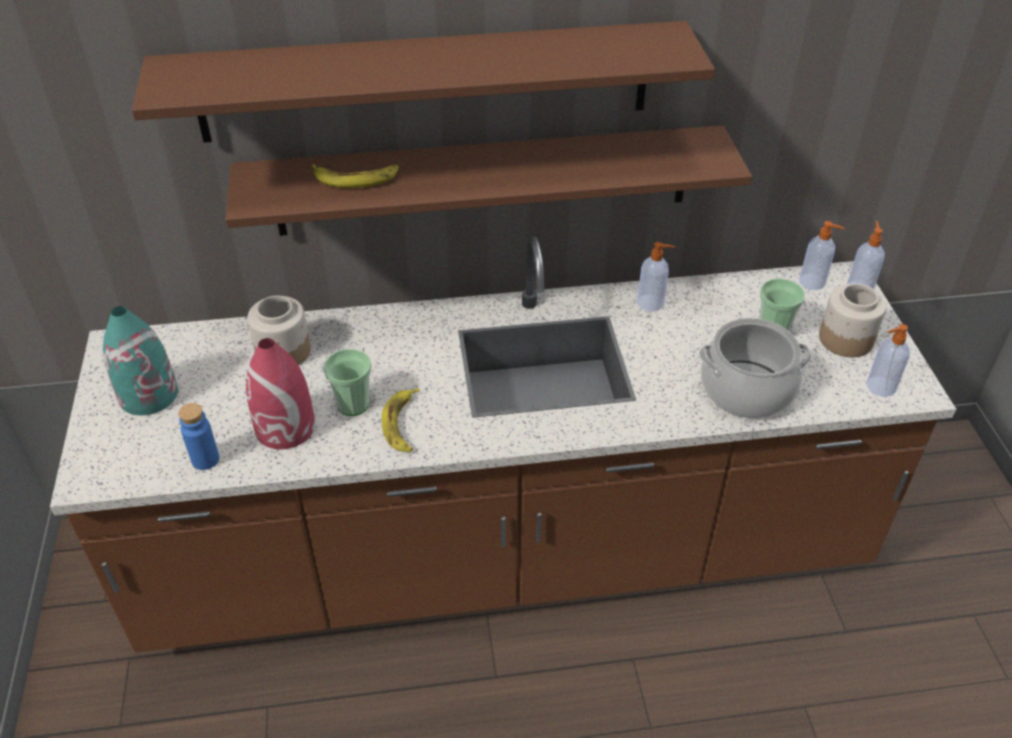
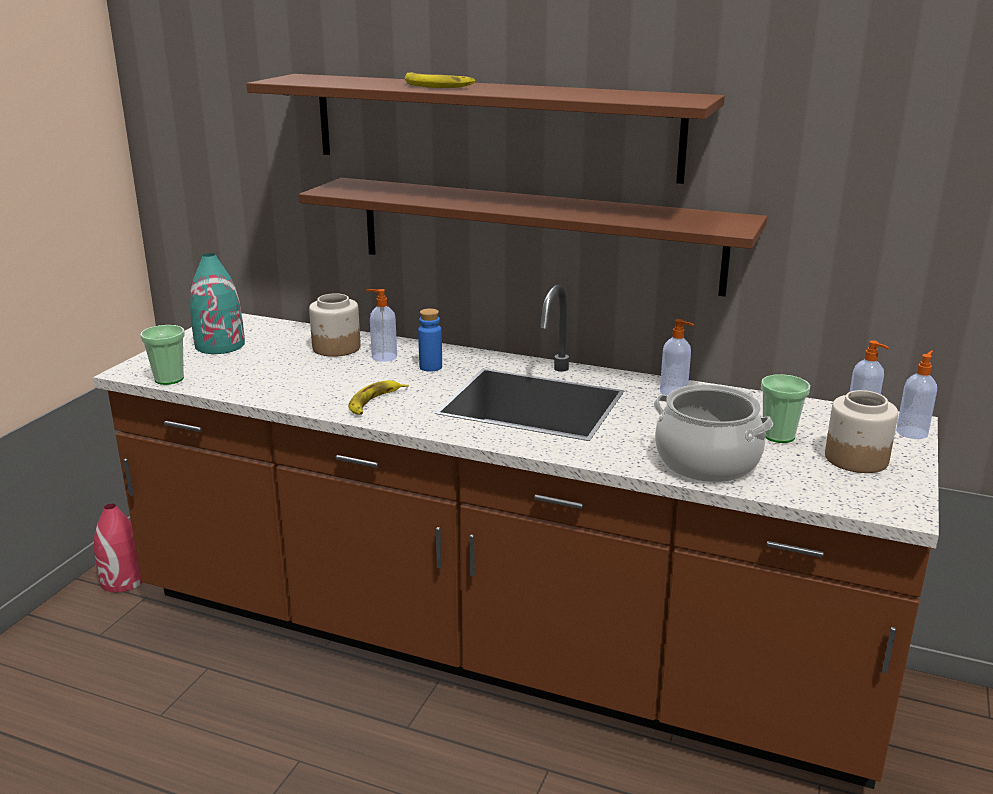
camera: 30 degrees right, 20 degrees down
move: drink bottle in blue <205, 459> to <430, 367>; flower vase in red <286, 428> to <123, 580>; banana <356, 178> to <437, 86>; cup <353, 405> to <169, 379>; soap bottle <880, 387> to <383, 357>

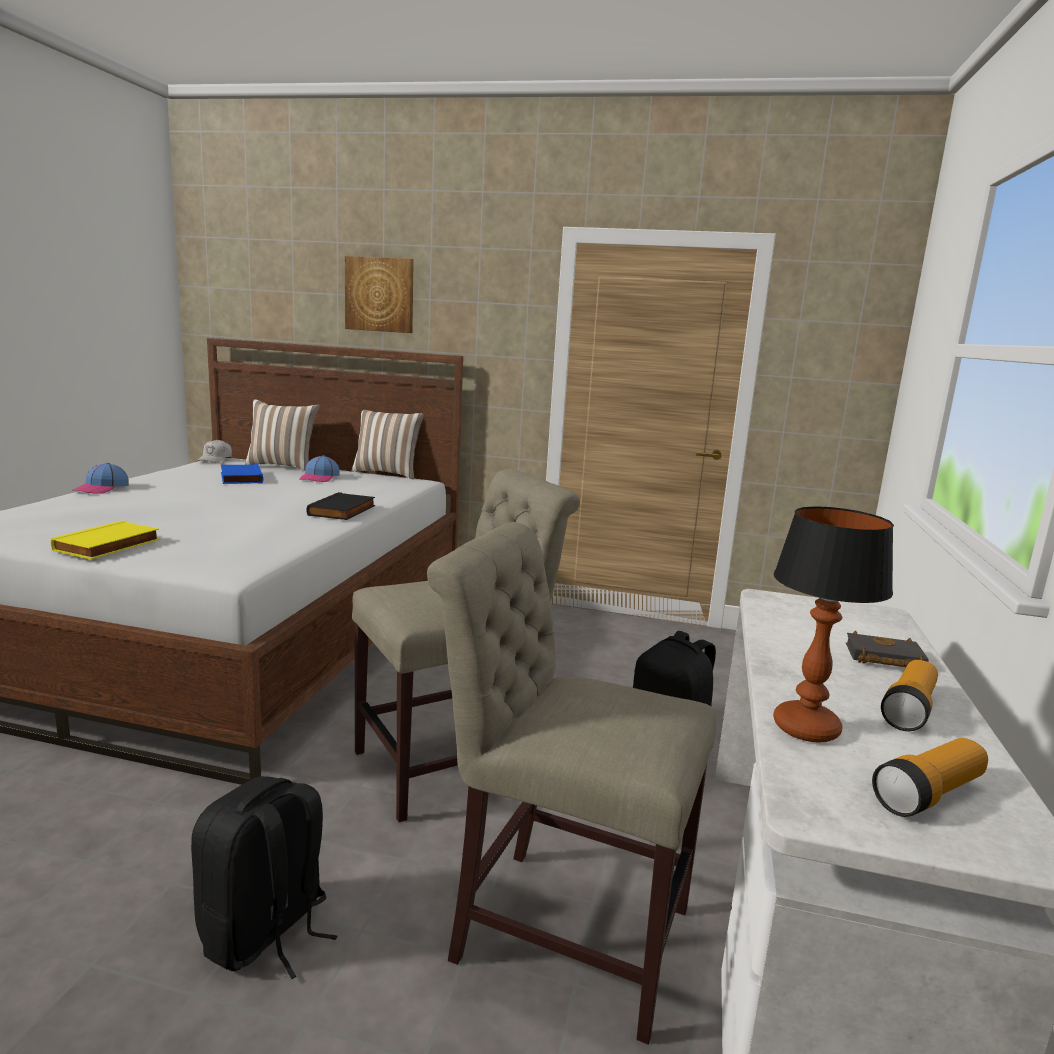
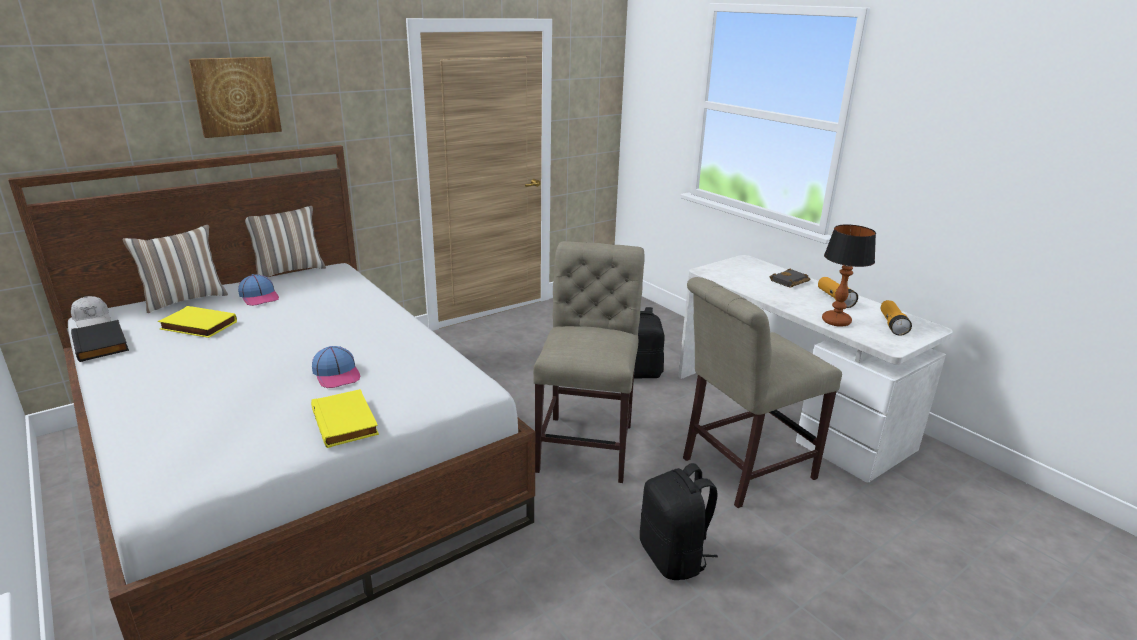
camera: 50 degrees left, 10 degrees up
move: baseball cap <101, 488> to <337, 374>; volume in black <343, 511> to <102, 344>
recolor: volume in blue <240, 478> to volume in yellowish <197, 326>

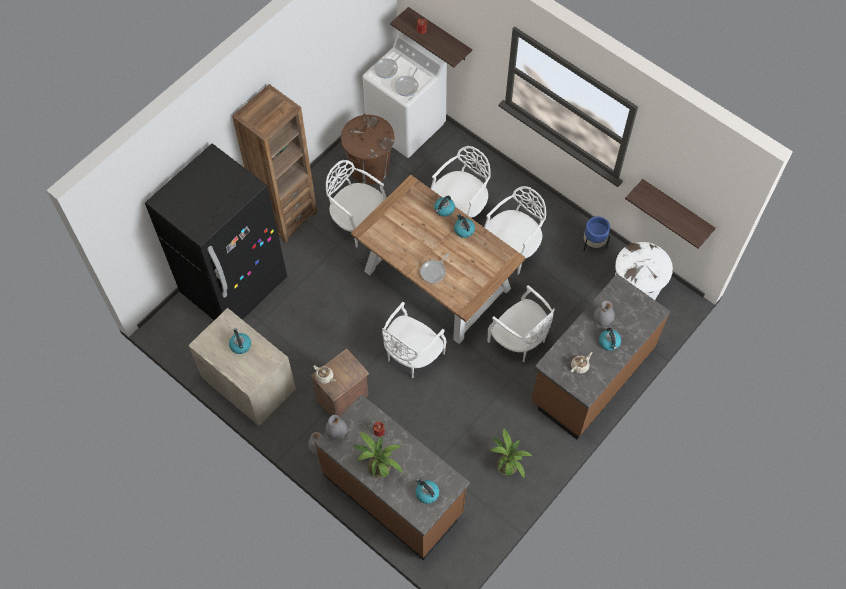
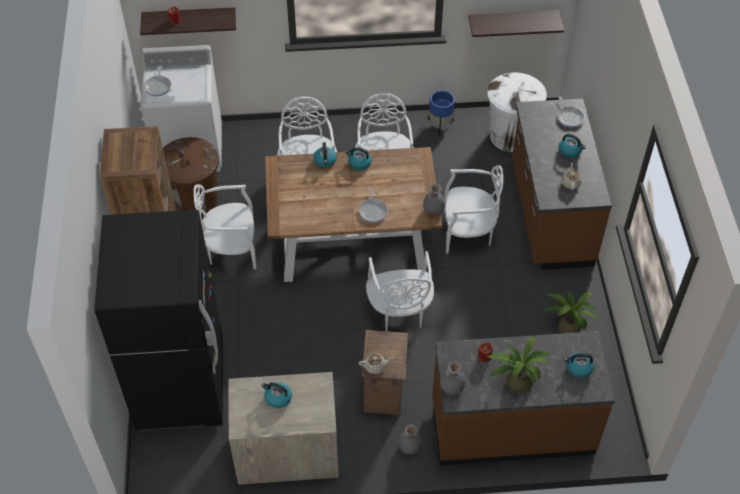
camera: 45 degrees left, 10 degrees down
move: skillet <407, 86> to <569, 117>; flower vase in greyish <602, 319> to <433, 210>

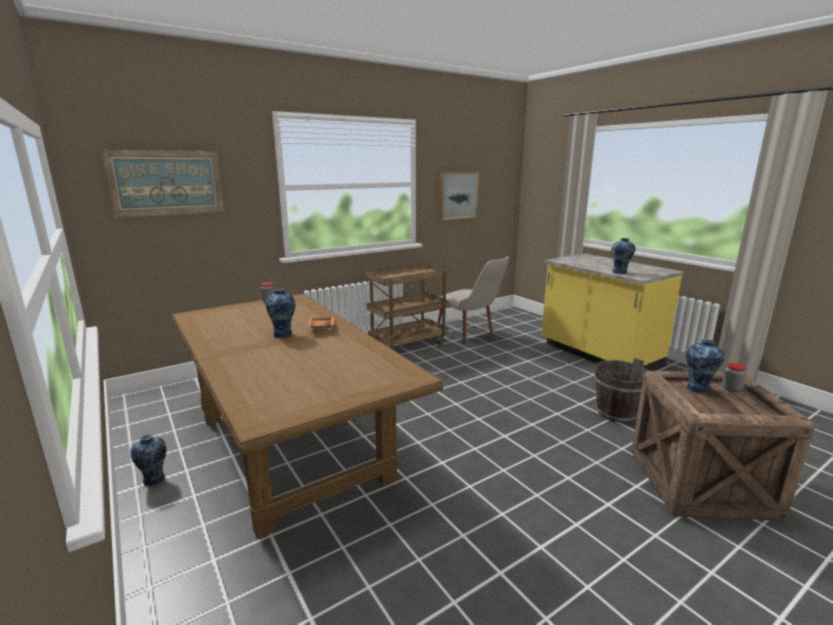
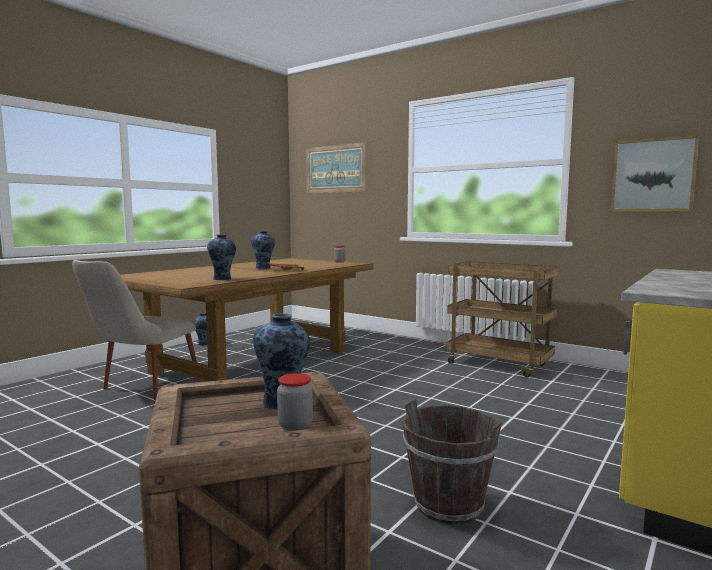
camera: 70 degrees right, 10 degrees down
move: plain chair in beige <471, 336> to <140, 389>; flower vase <620, 273> to <222, 279>

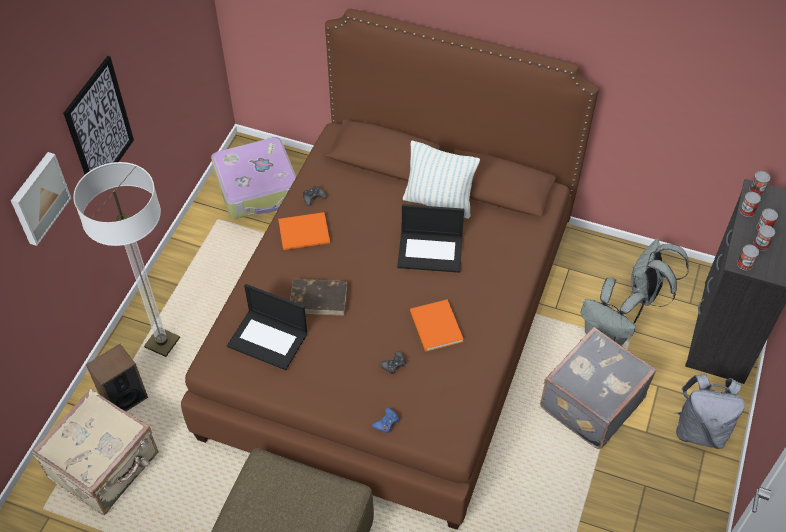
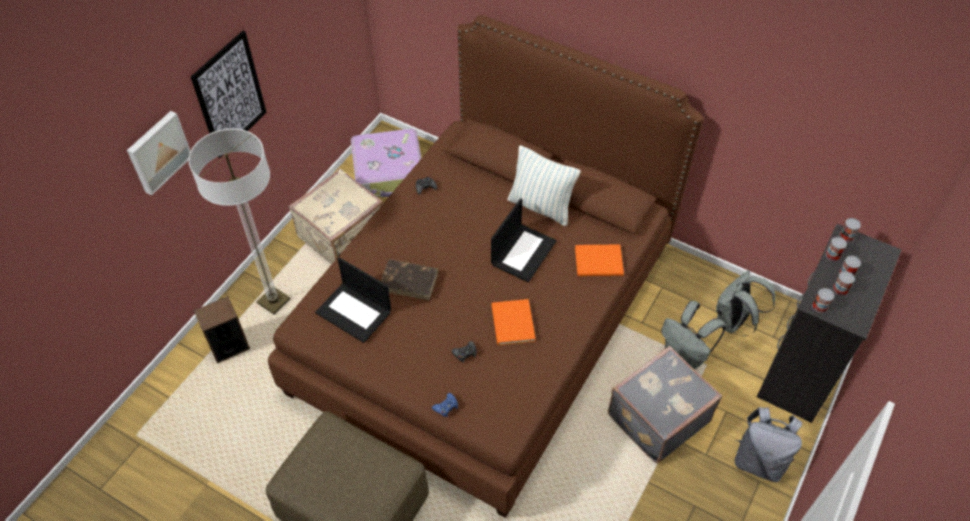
camera: 10 degrees right, 0 degrees up
move: piece of luggage in beige <106, 466> to <343, 234>; volume in orangey <305, 233> to <600, 262>
rotate: notebook computer <431, 251> = <523, 252> 75 degrees counterclockwise

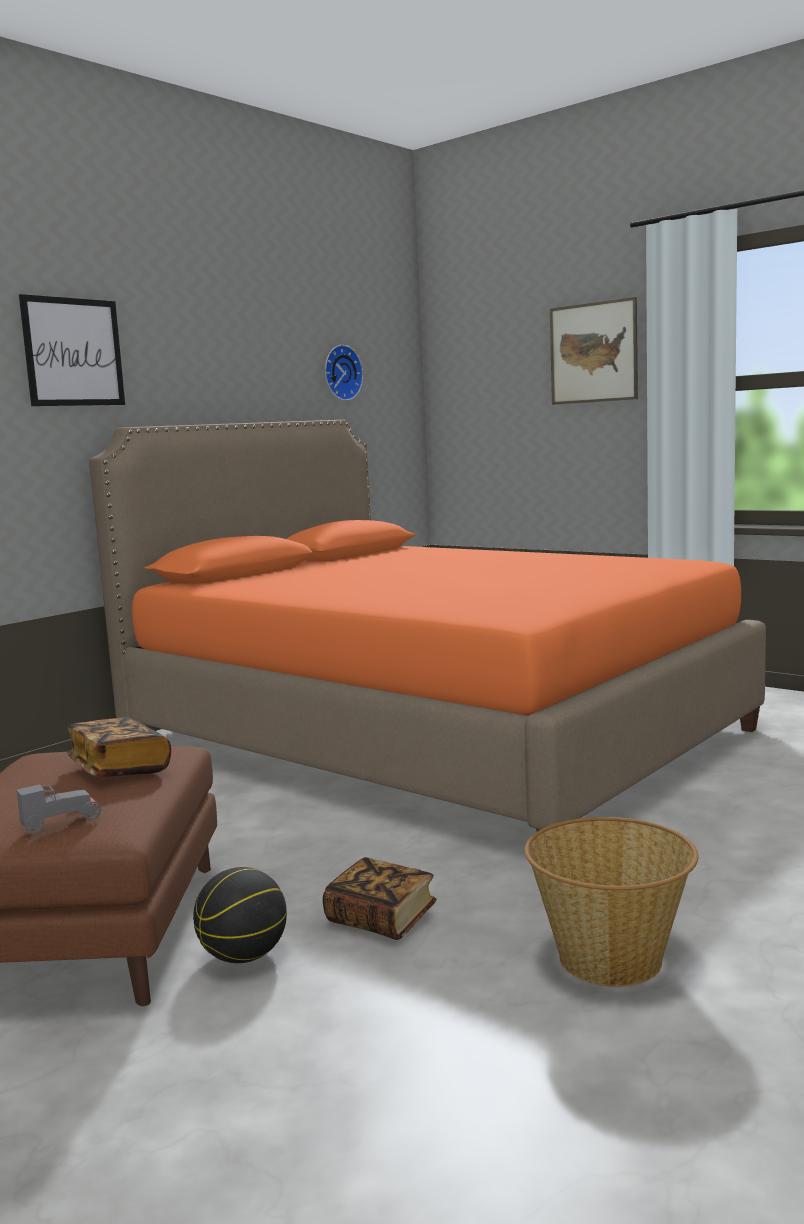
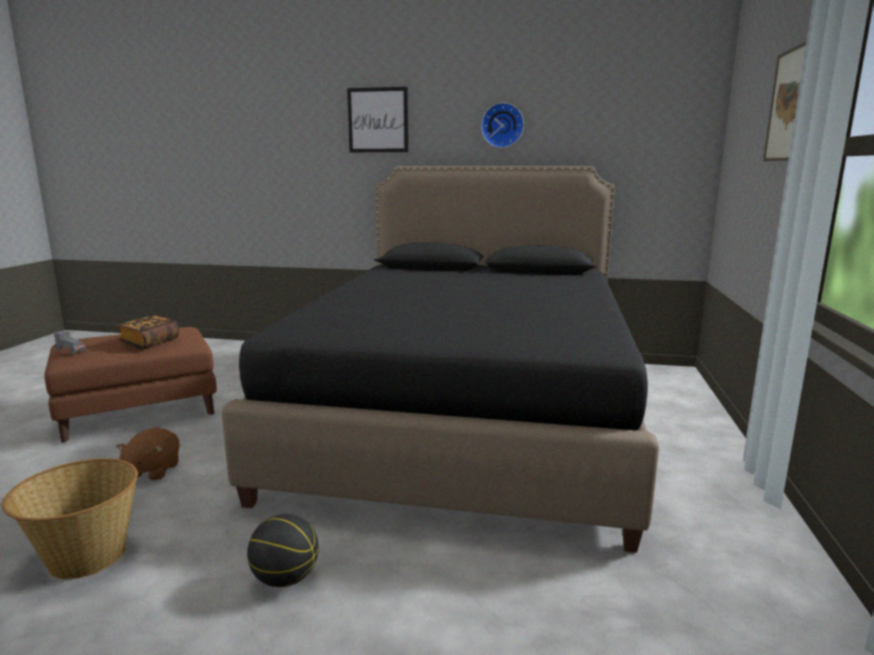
camera: 60 degrees right, 5 degrees up
move: basketball <244, 956> to <285, 579>; clock on the wall <340, 373> to <502, 125>
replace: volume <381, 919> to plush toy in brown-coloured <152, 471>
recolor: bedroom bed in orangey <431, 737> to bedroom bed in black <466, 415>

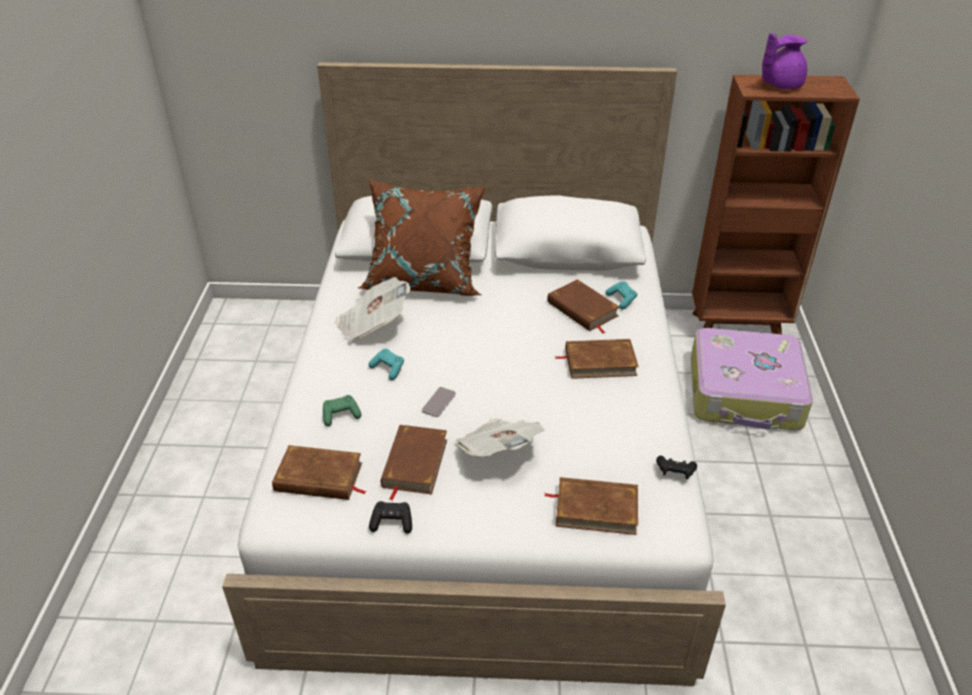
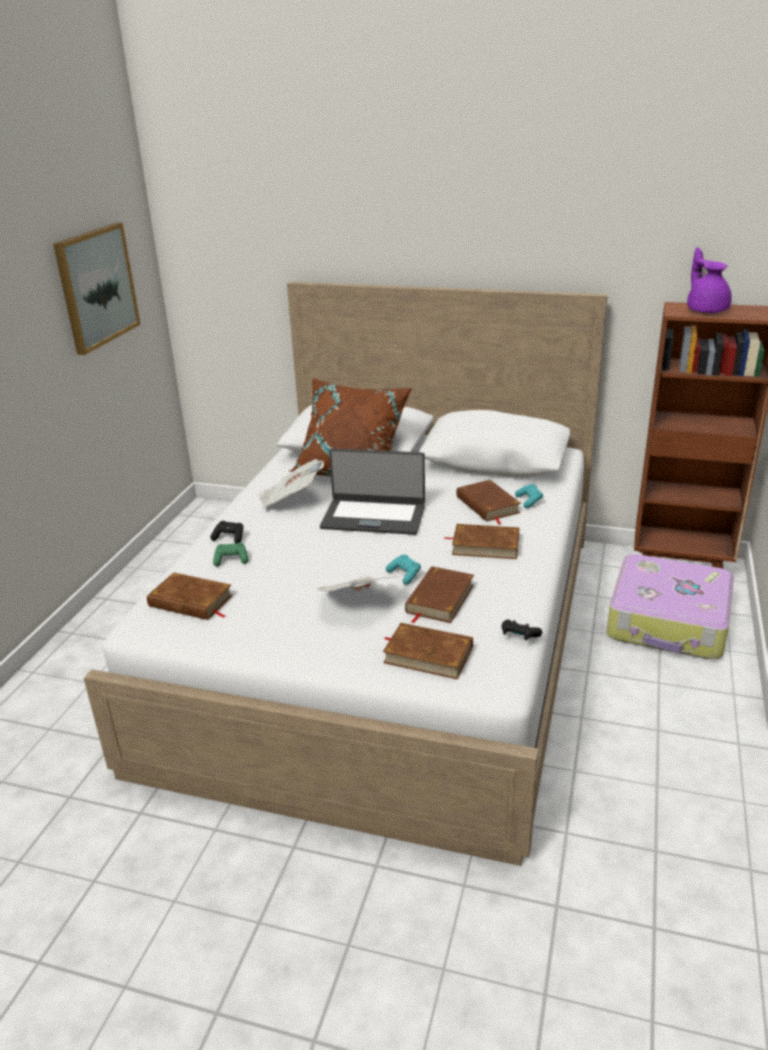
camera: 15 degrees right, 10 degrees down
delete: telephone <438, 402>
insert: picture <96, 287>; notebook computer <373, 516>
move: gamepad in blue-green <388, 369> to <404, 575>; gamepad in black <392, 522> to <229, 538>; volume in brown-coloured <414, 463> to <439, 599>
rotate: teapot in purple <779, 85> = <706, 310> 90 degrees clockwise

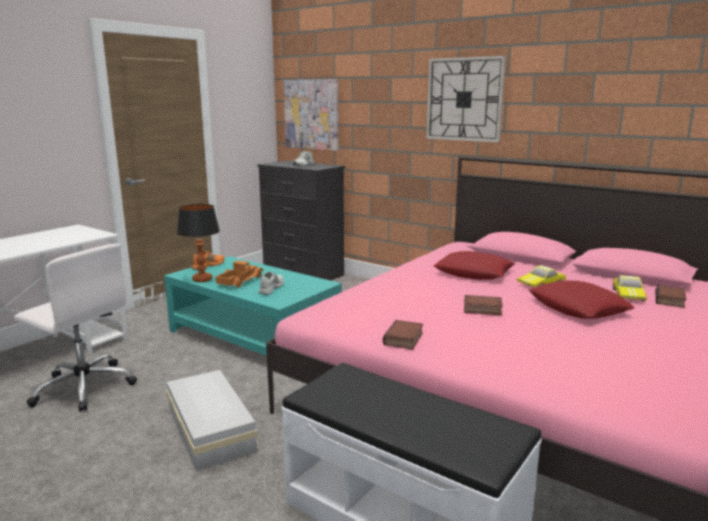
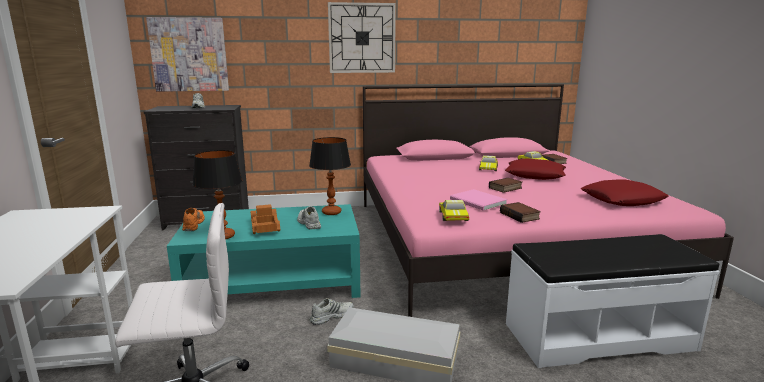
camera: 45 degrees left, 0 degrees up
insert: table lamp <331, 212>; low shoe in white-coloured <331, 316>; model car <452, 216>; volume in pinkish <478, 202>
move: throw pillow in red <474, 273> to <622, 200>

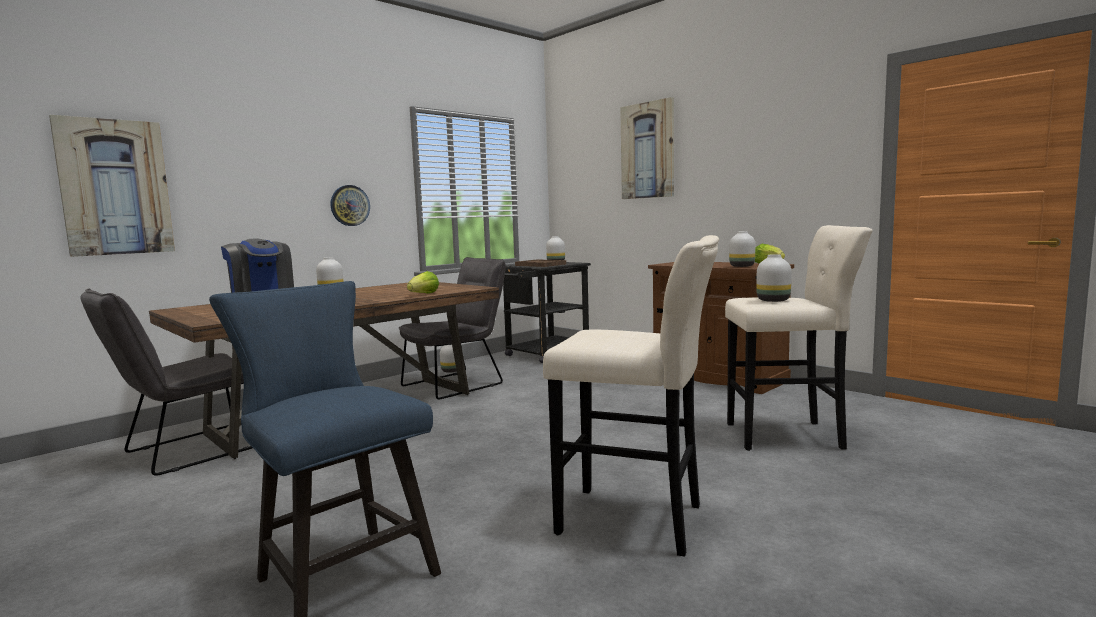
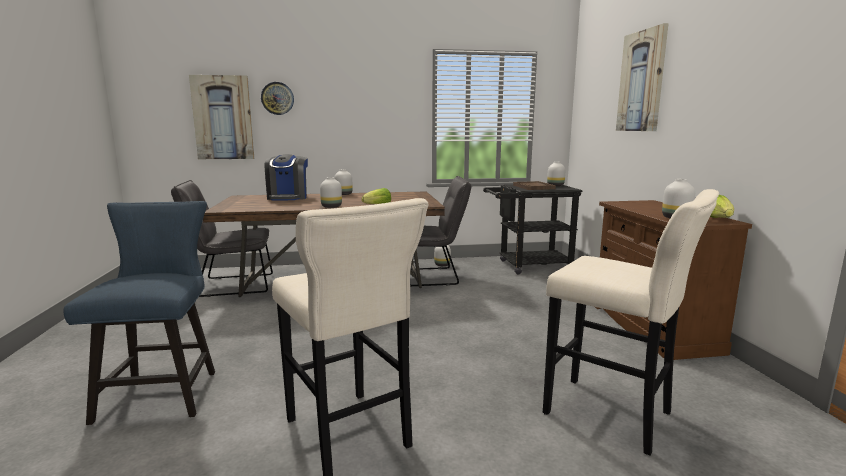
camera: 35 degrees right, 5 degrees up
move: clock on the wall <350, 205> to <277, 98>; flower vase in white-coloured <774, 300> to <332, 207>

